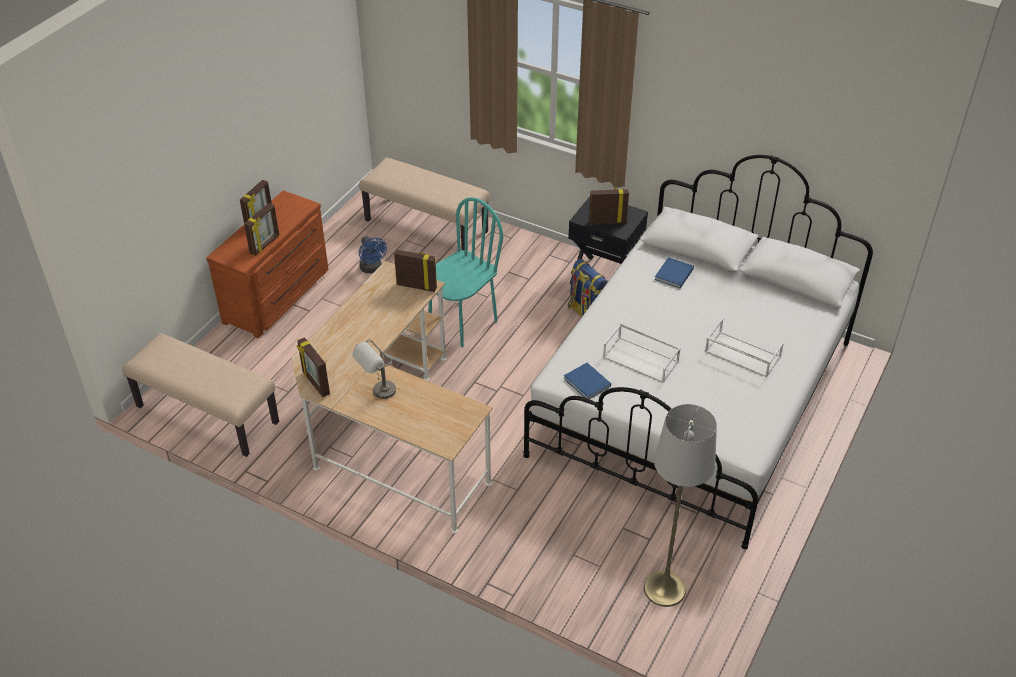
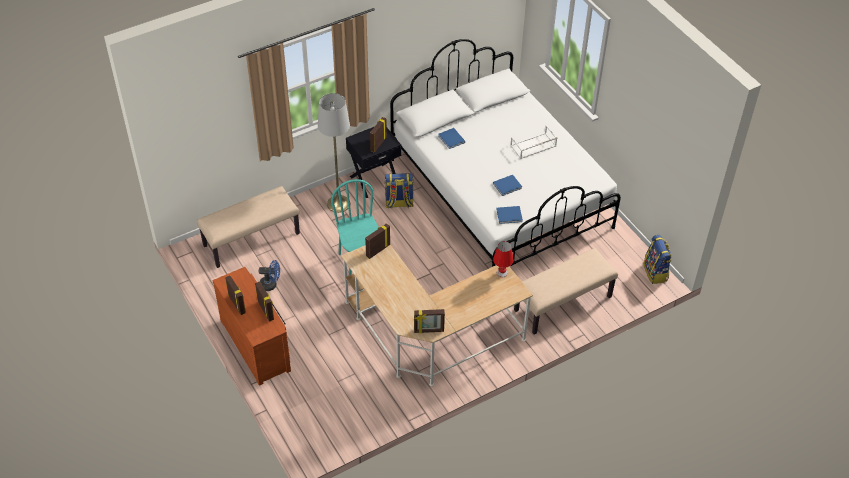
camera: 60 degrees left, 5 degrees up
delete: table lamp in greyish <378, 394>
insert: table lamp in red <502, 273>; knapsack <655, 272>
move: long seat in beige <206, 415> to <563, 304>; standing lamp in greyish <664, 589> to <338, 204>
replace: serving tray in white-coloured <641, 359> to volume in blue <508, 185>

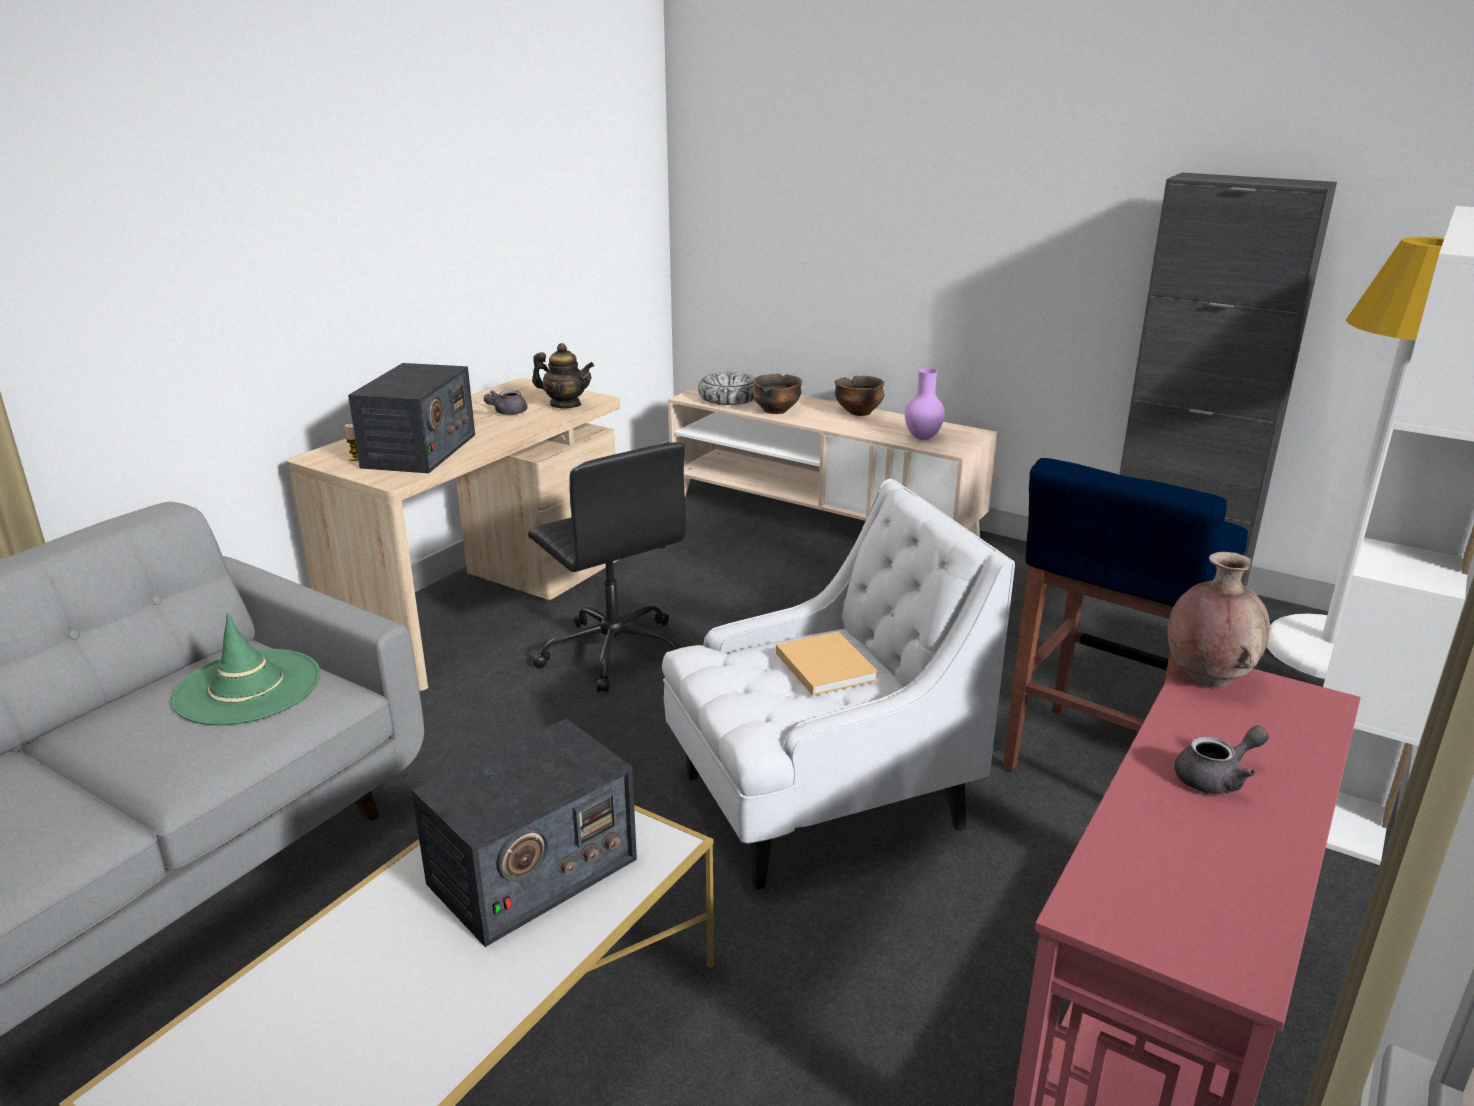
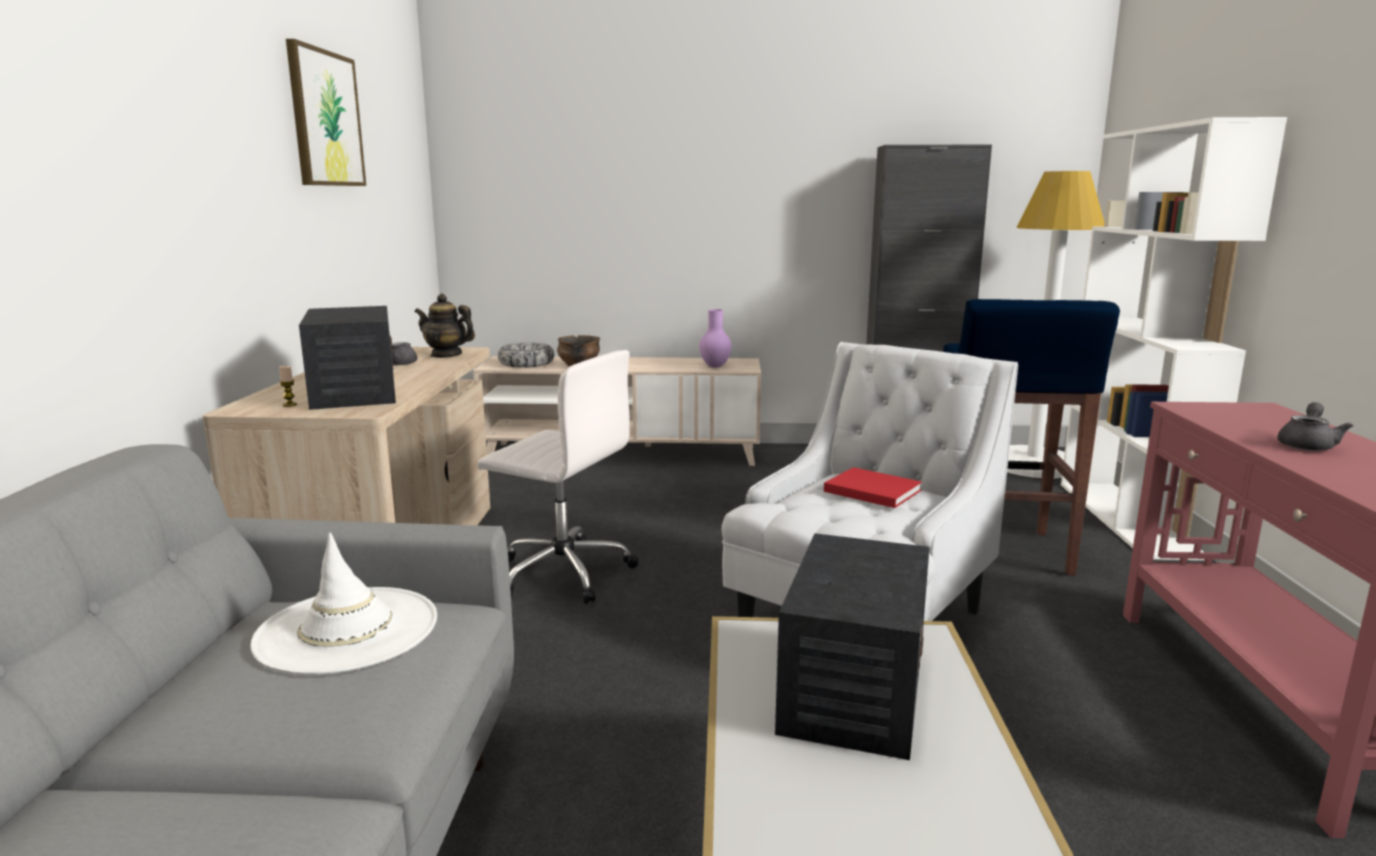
camera: 30 degrees left, 10 degrees down
delete: bowl <858, 412>; flower vase in brown-coloured <1206, 678>
insert: picture <325, 119>
recolor: wearable hat in green <248, 688> to wearable hat in white-coloured <347, 630>; desk chair in black <613, 651> to desk chair in white-coloured <561, 573>; volume in beige <824, 665> to volume in red <870, 490>
rotate: teapot <565, 405> = <446, 355> 150 degrees counterclockwise

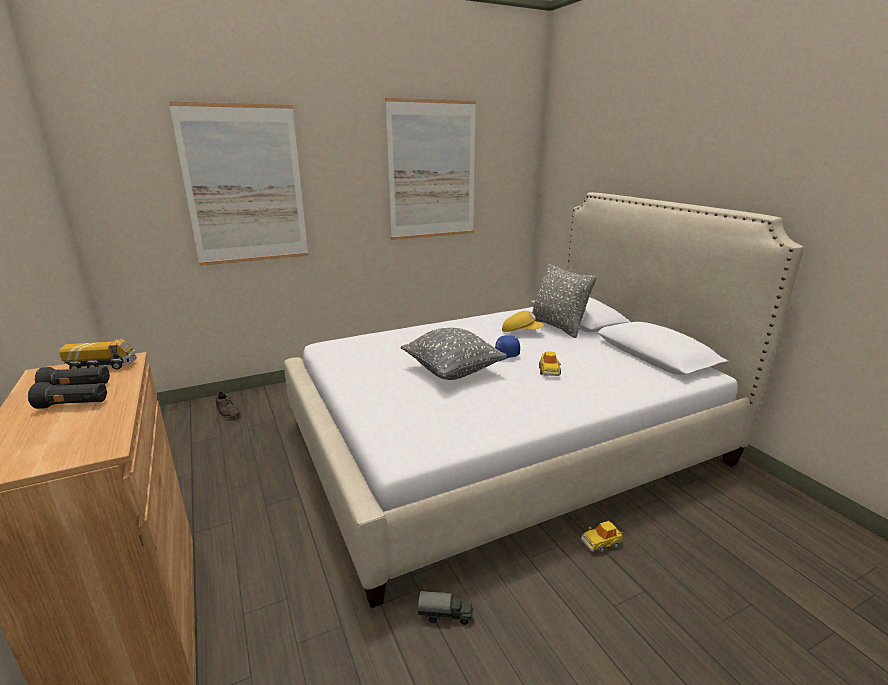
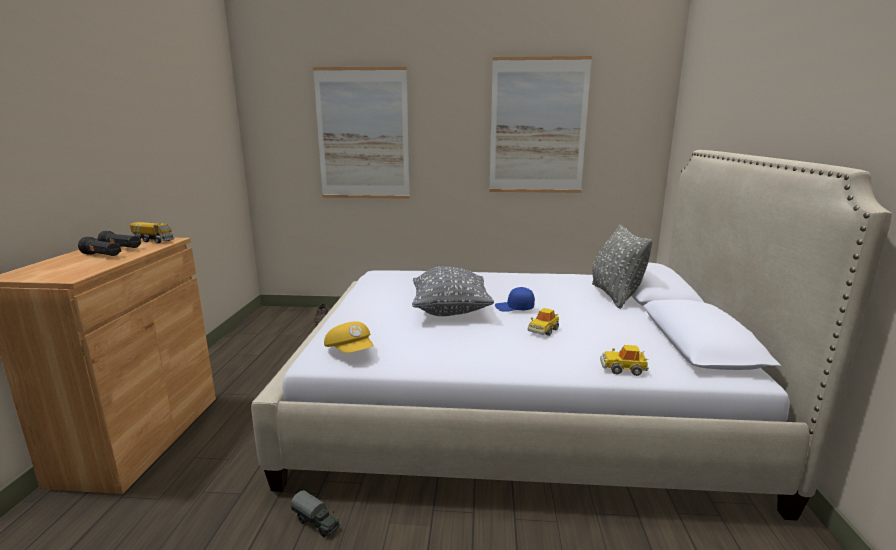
camera: 30 degrees right, 5 degrees down
move: baseball cap in yellowish <521, 332> to <351, 352>; model car <601, 543> to <623, 369>

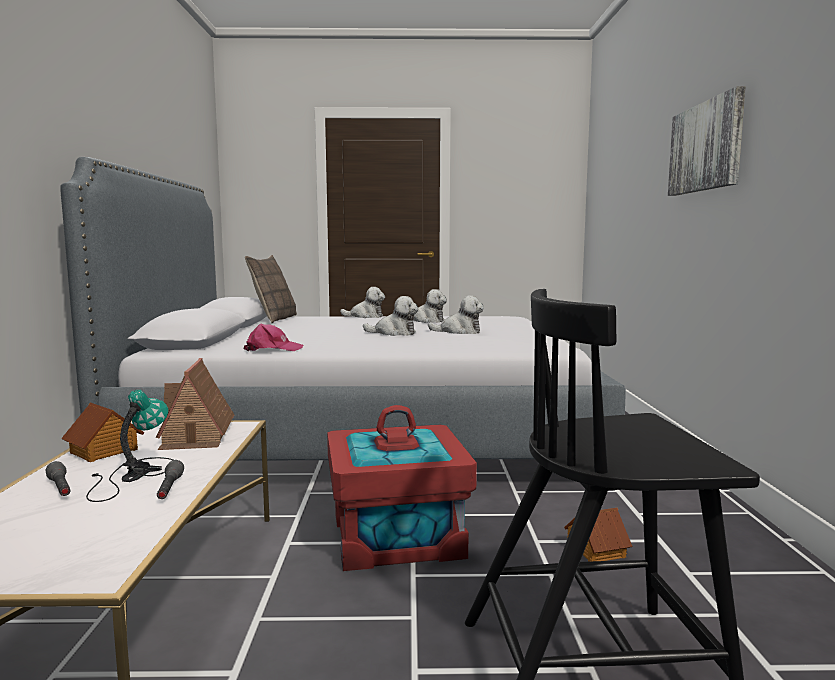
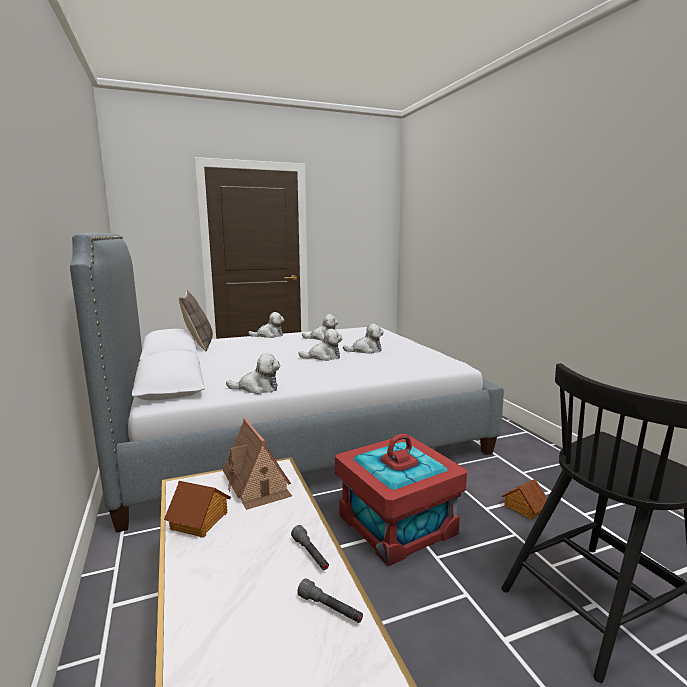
camera: 20 degrees left, 5 degrees up
delete: table lamp <131, 476>; picture <706, 147>
move: torch in greyish <60, 488> to <330, 609>
replace: baseball cap in pinkish <272, 349> to plush toy <257, 388>

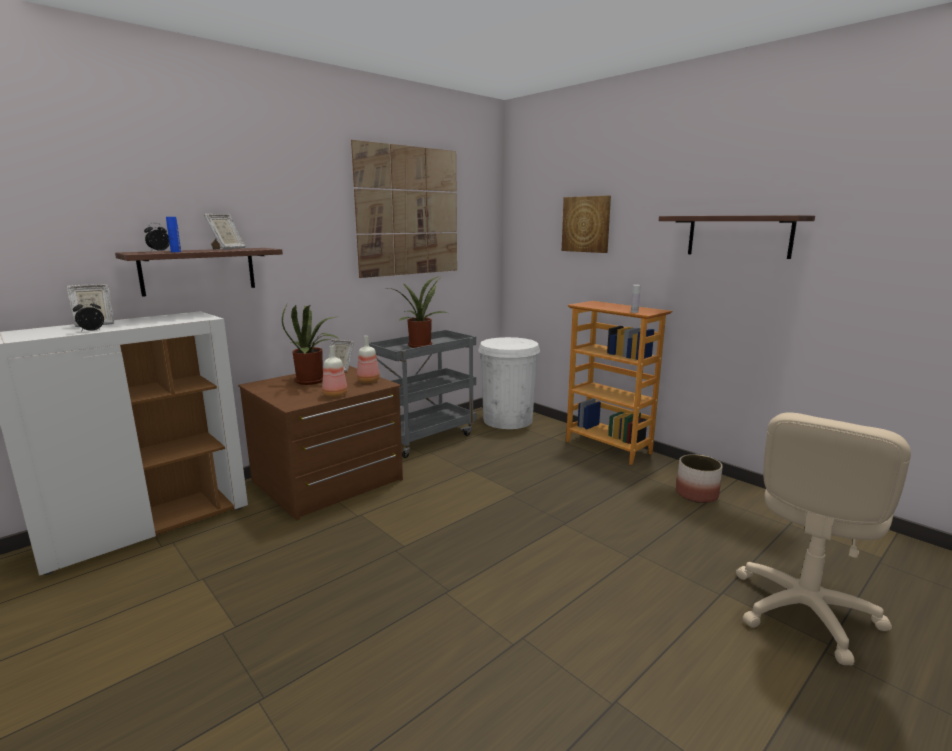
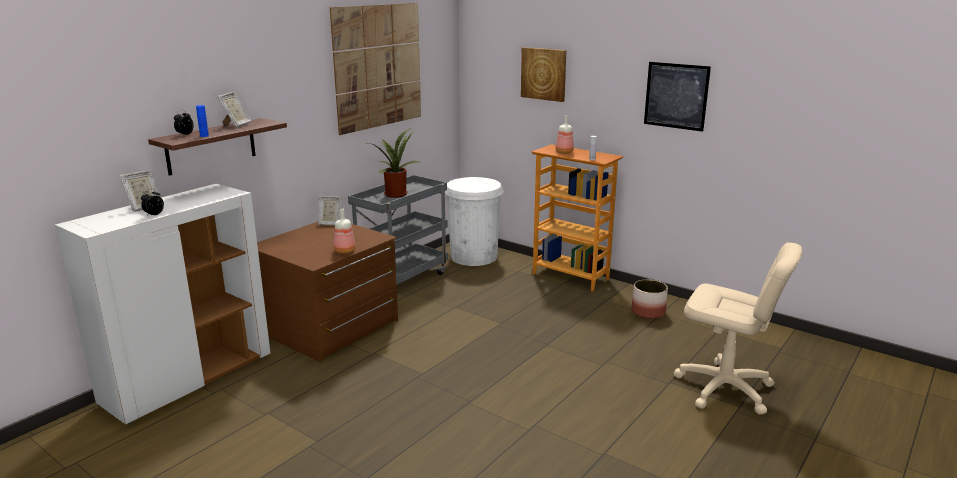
camera: 10 degrees left, 5 degrees up
delete: plant in a pot <313, 381>
move: drink bottle <367, 381> to <563, 152>
replace: wall shelf <738, 236> to picture <676, 96>
rotate: desk chair in beige <803, 611> = <724, 388> 90 degrees counterclockwise

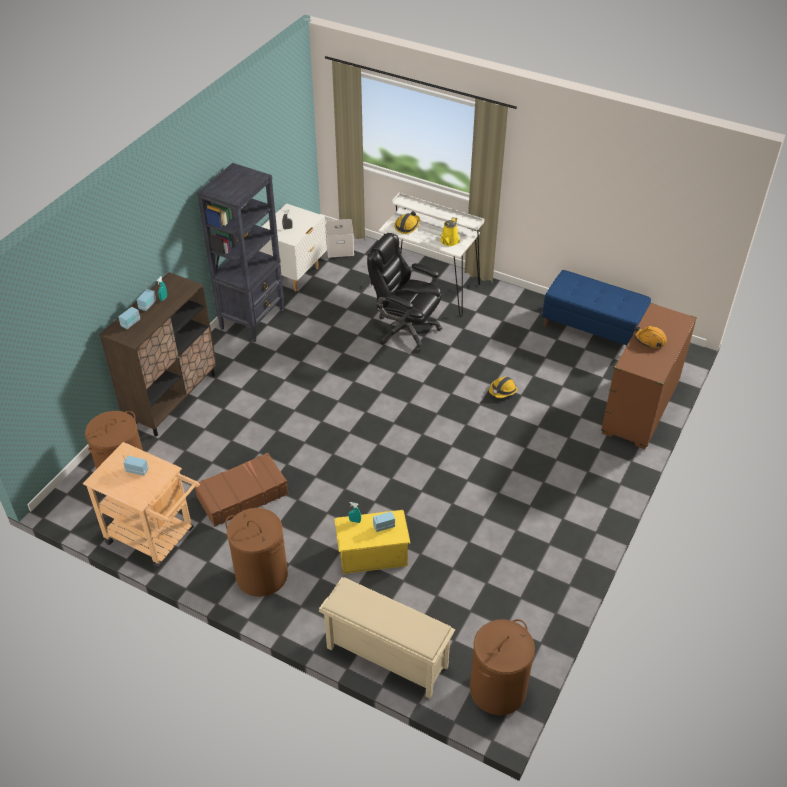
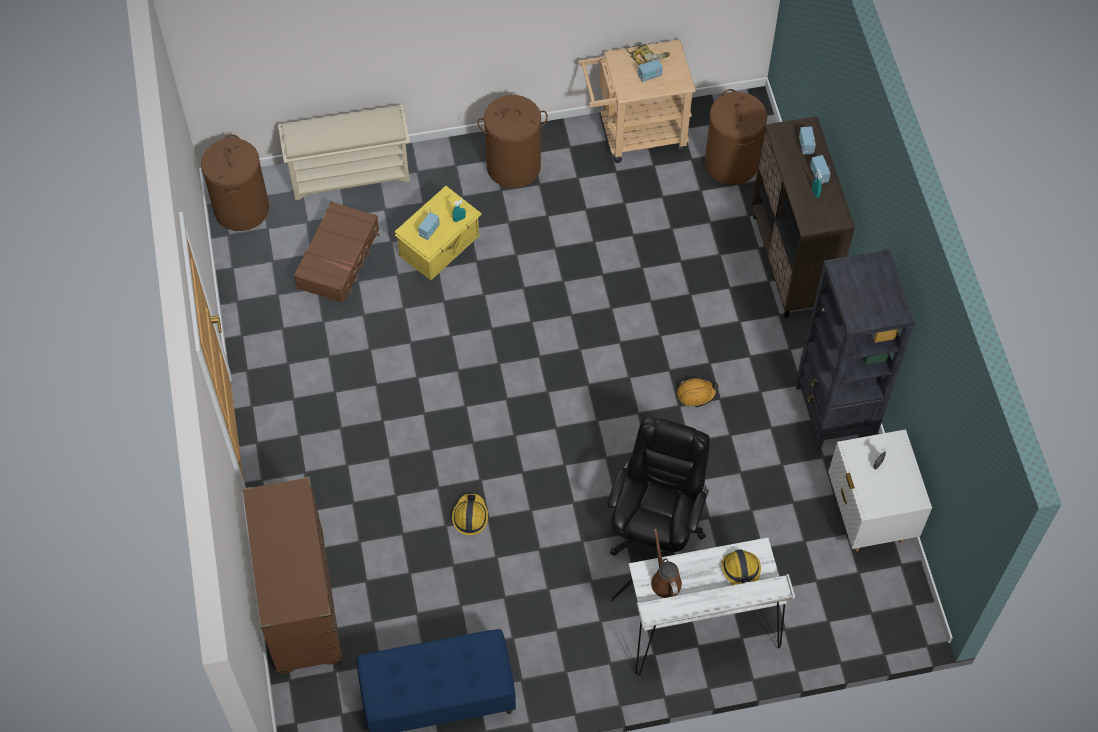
camera: 140 degrees right, 15 degrees up
delete: storage bin in white-coloured <340, 248>
insert: electric drill <648, 55>
move: piece of luggage in brown-coloured <242, 495> to <339, 258>; work helmet in orangey <650, 340> to <696, 394>
recolor: watering pot in yellowish <449, 241> to watering pot in brown-coloured <665, 580>
rotate: desk chair in black <405, 329> = <655, 528> 60 degrees counterclockwise

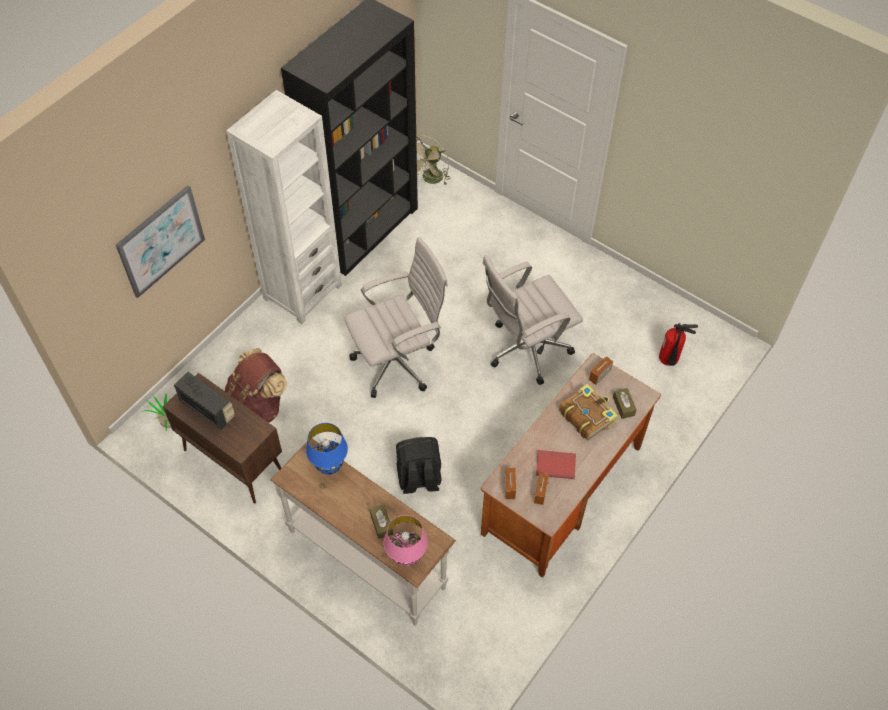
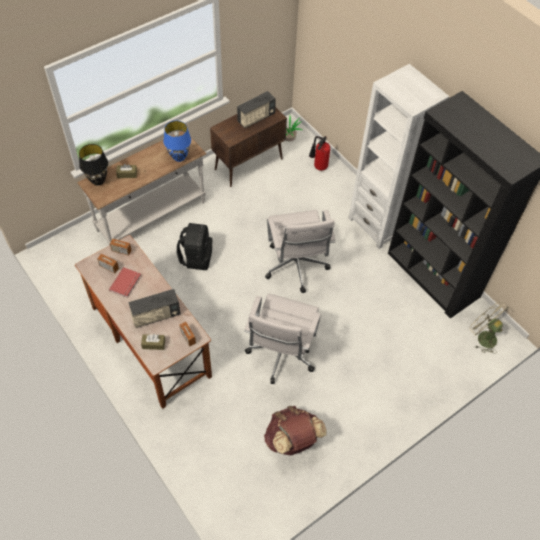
camera: 105 degrees right, 0 degrees up
delete: picture <161, 241>
move: knapsack in brown-coloured <257, 406> to <292, 440>; fire-fighting cylinder <669, 362> to <318, 166>
replace: volume <586, 416> to radio <156, 316>
recolor: table lamp in pinkish <407, 558> to table lamp in black <98, 181>
rotate: desk chair in white-coloured <525, 350> = <281, 355> 150 degrees counterclockwise

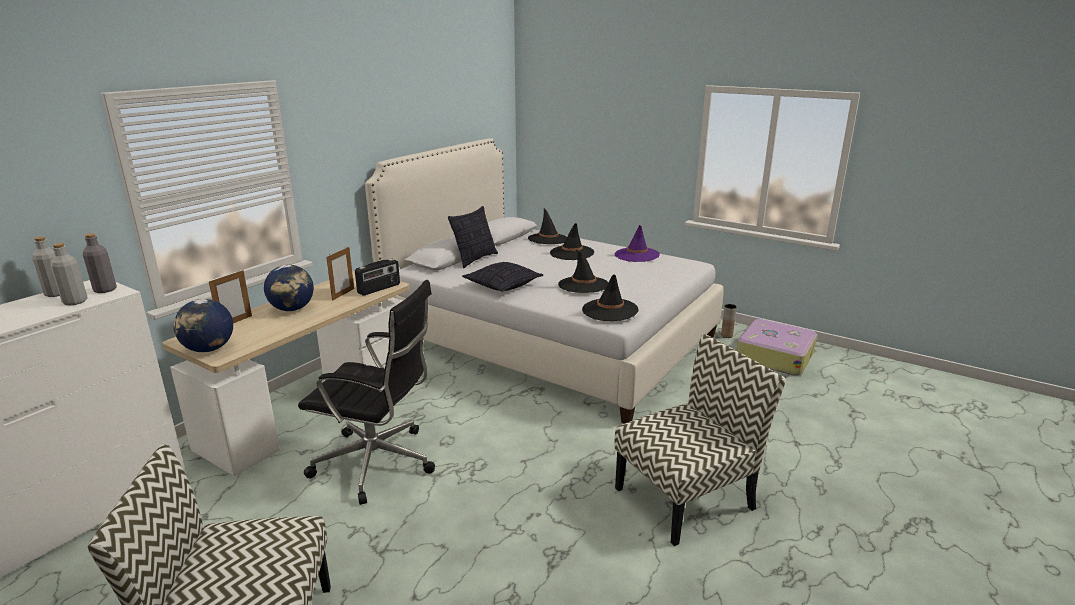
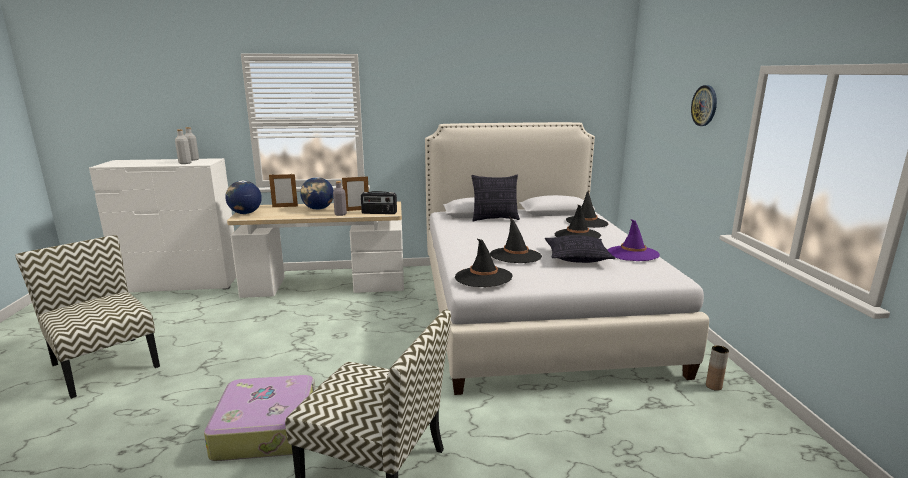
camera: 50 degrees right, 5 degrees down
delete: desk chair in black <378, 463>
insert: clock on the wall <704, 105>
move: drink bottle in greyish <105, 290> to <340, 214>; throw pillow <503, 285> to <577, 258>; piece of luggage <774, 356> to <268, 428>

